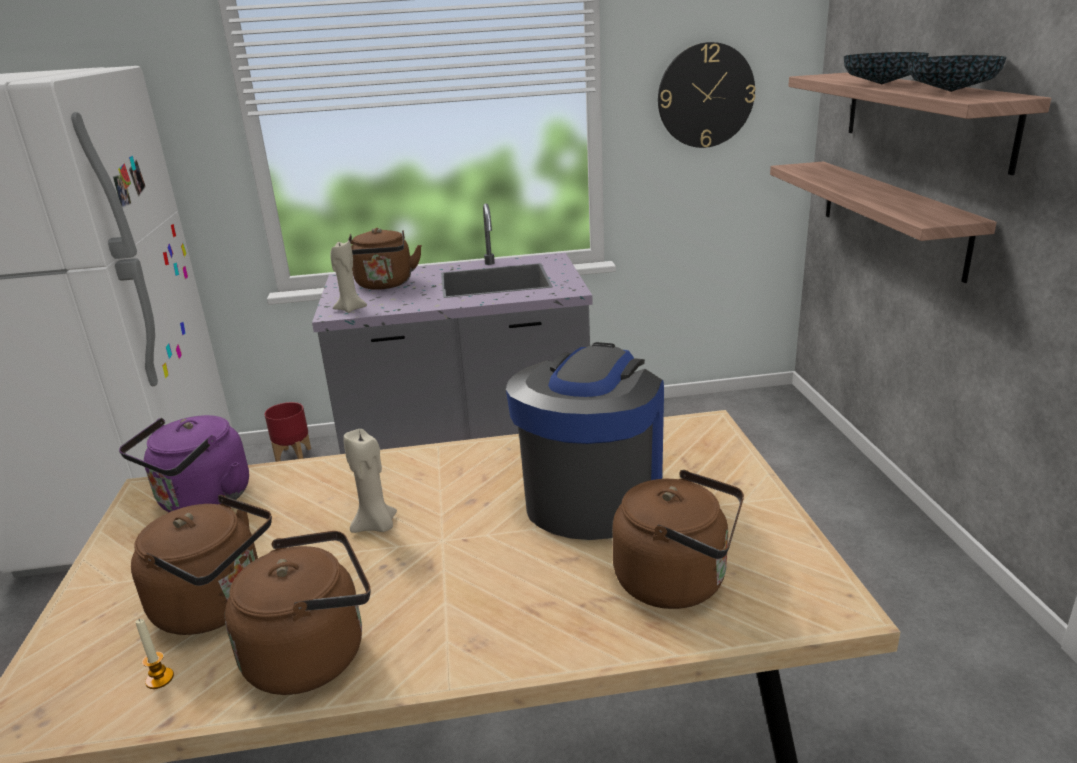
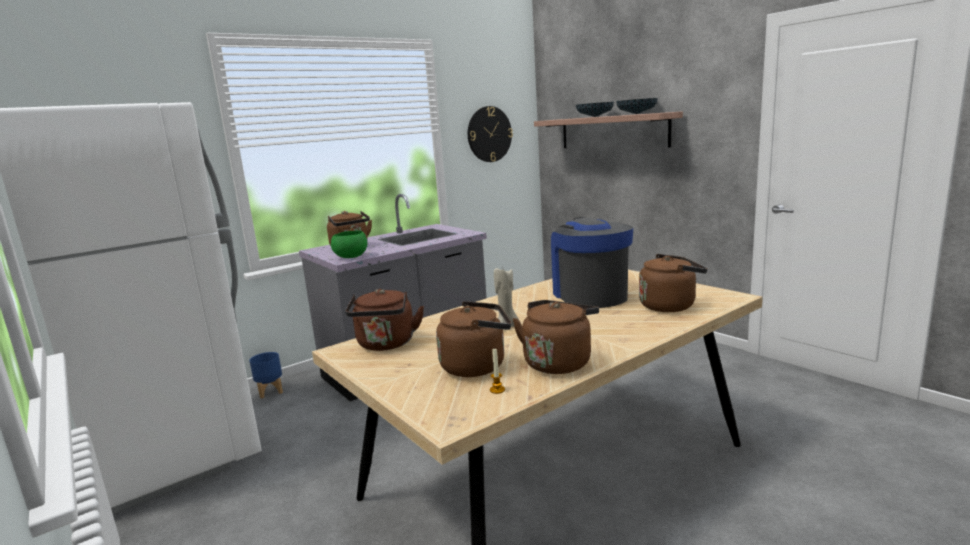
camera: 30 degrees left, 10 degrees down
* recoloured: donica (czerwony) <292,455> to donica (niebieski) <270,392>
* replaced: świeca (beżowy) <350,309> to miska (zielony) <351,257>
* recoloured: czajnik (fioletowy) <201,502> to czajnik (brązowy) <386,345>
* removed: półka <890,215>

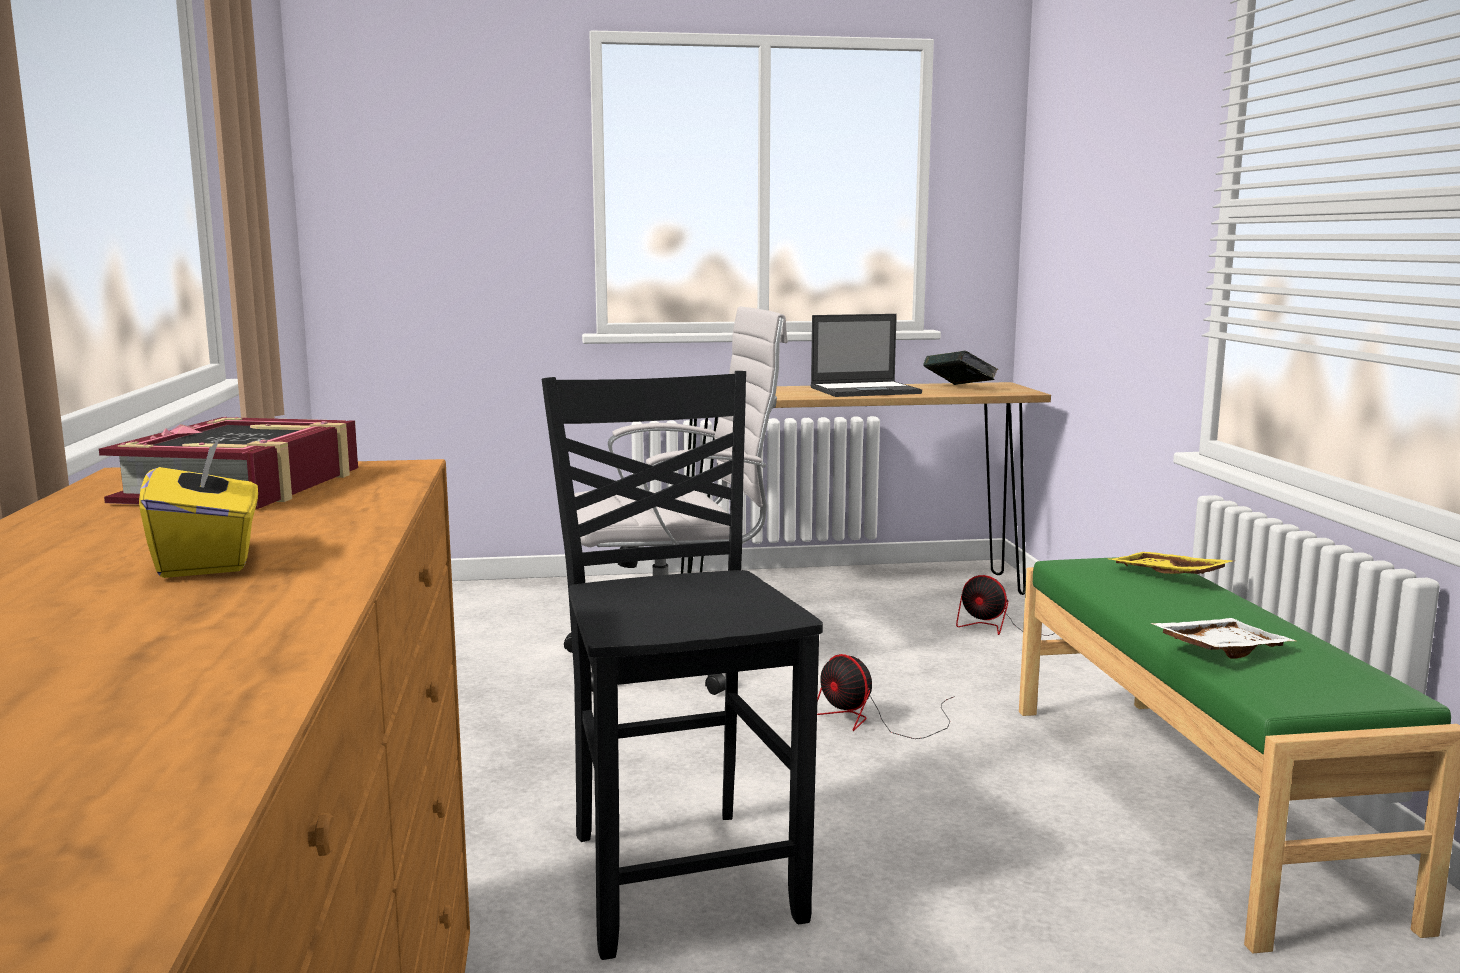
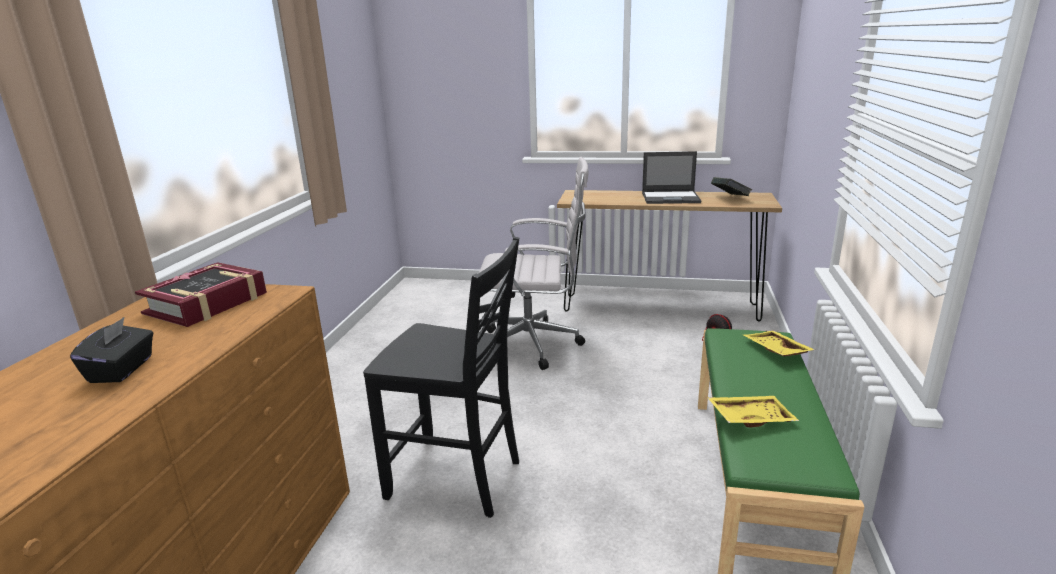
camera: 20 degrees right, 10 degrees up
* recoloured: pudełko chusteczek (żółty) <208,560> to pudełko chusteczek (czarny) <122,369>
* turned: krzesło (czarny) <680,875> = <457,479> 105 degrees clockwise
* recoloured: taca (biały) <1219,650> to taca (żółty) <750,418>
* removed: wentylator <875,720>

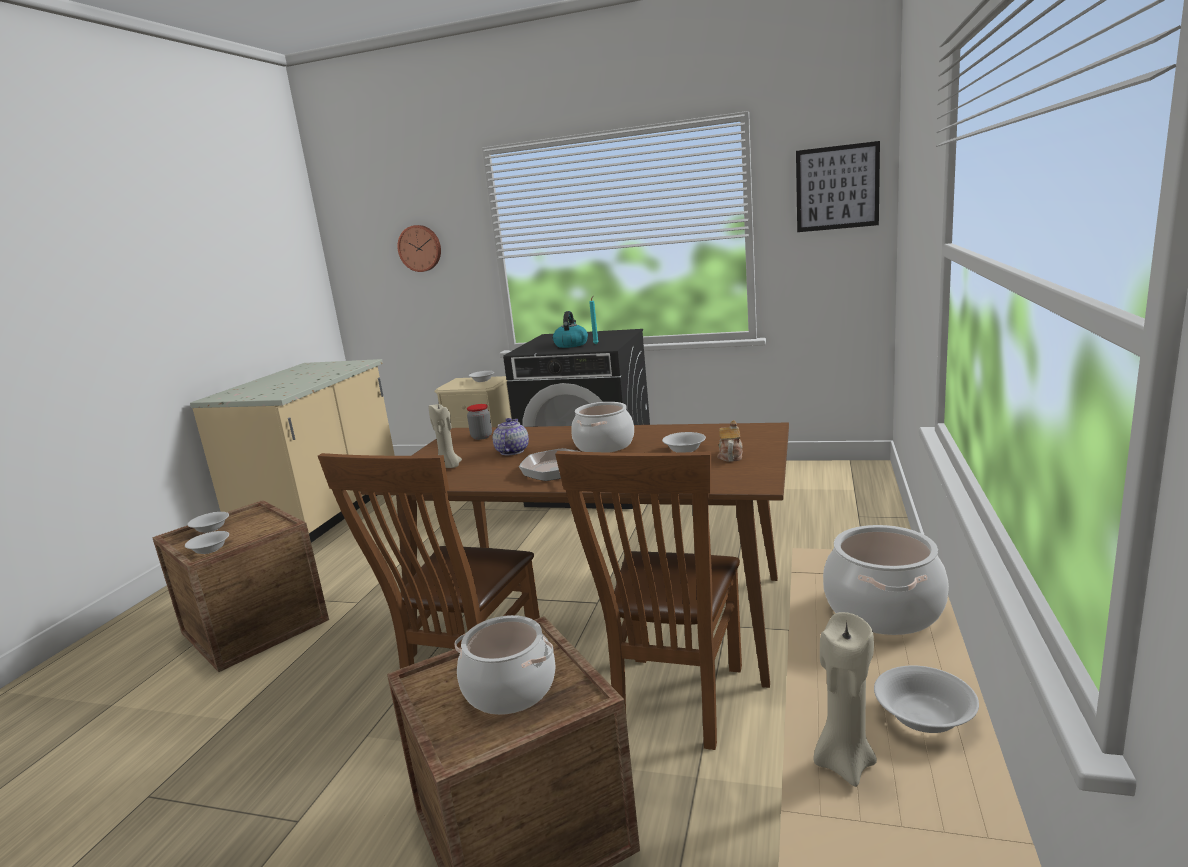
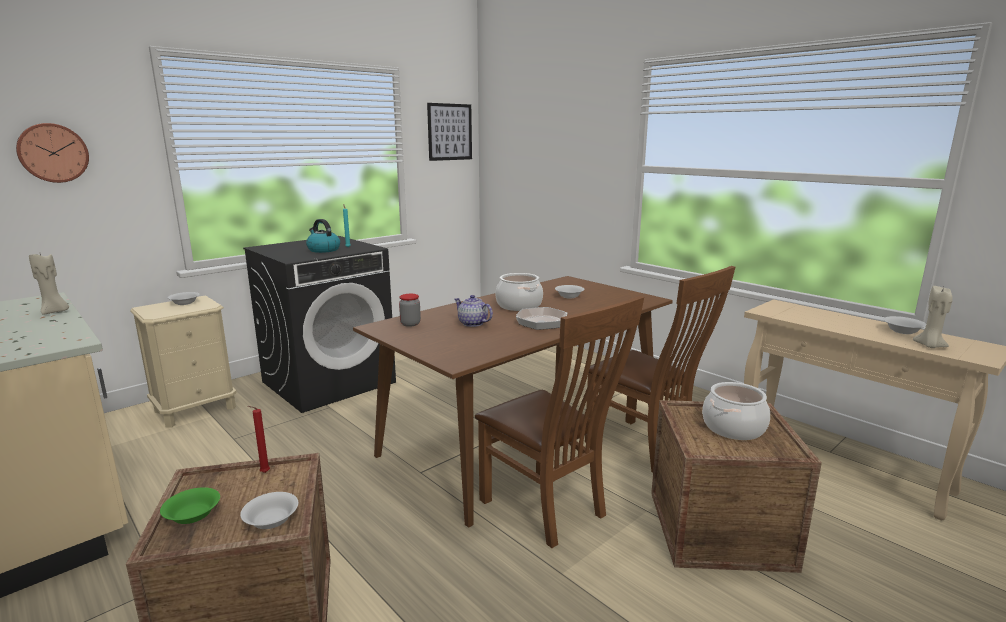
camera: 60 degrees left, 0 degrees up
* moved: świeca (beżowy) <449,467> to <55,312>
* recoloured: miska (biały) <211,528> to miska (zielony) <192,515>
* added: świeca (czerwony) <263,473>
* removed: imbryk <730,456>
* removed: garnek <884,610>

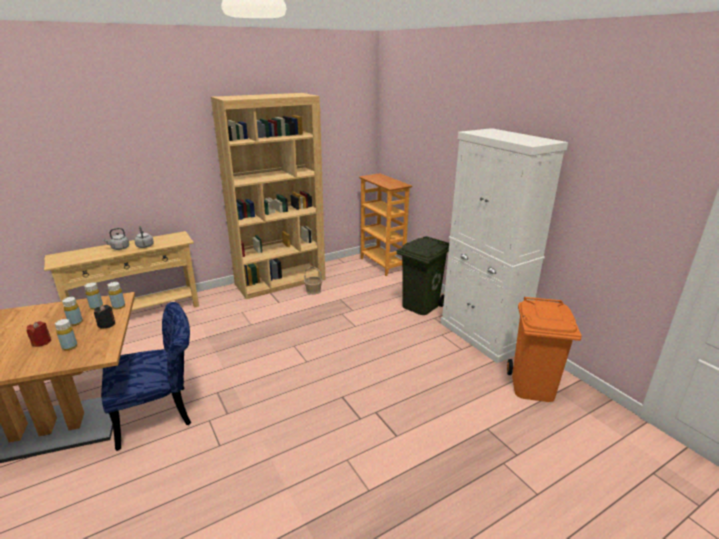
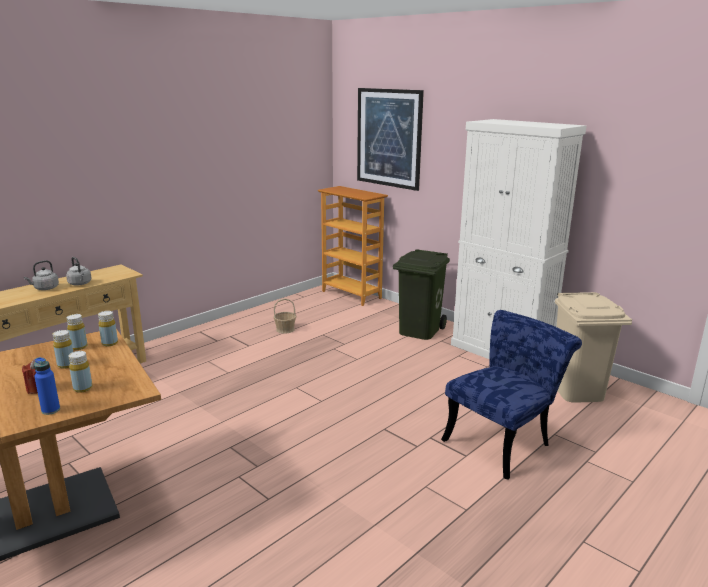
camera: 15 degrees left, 5 degrees down
* added: butelka (niebieski) <51,410>
* added: obraz <389,138>
* moved: krzesło (niebieski) <161,413> to <503,441>
* recoloured: kosz na śmieci (pomarańczowy) <531,386> to kosz na śmieci (beżowy) <576,390>
* removed: świeca (czarny) <107,324>
* removed: regał (brązowy) <281,282>

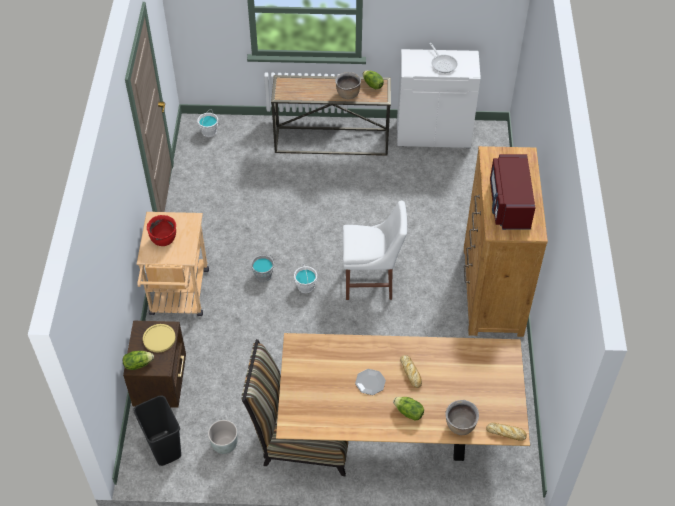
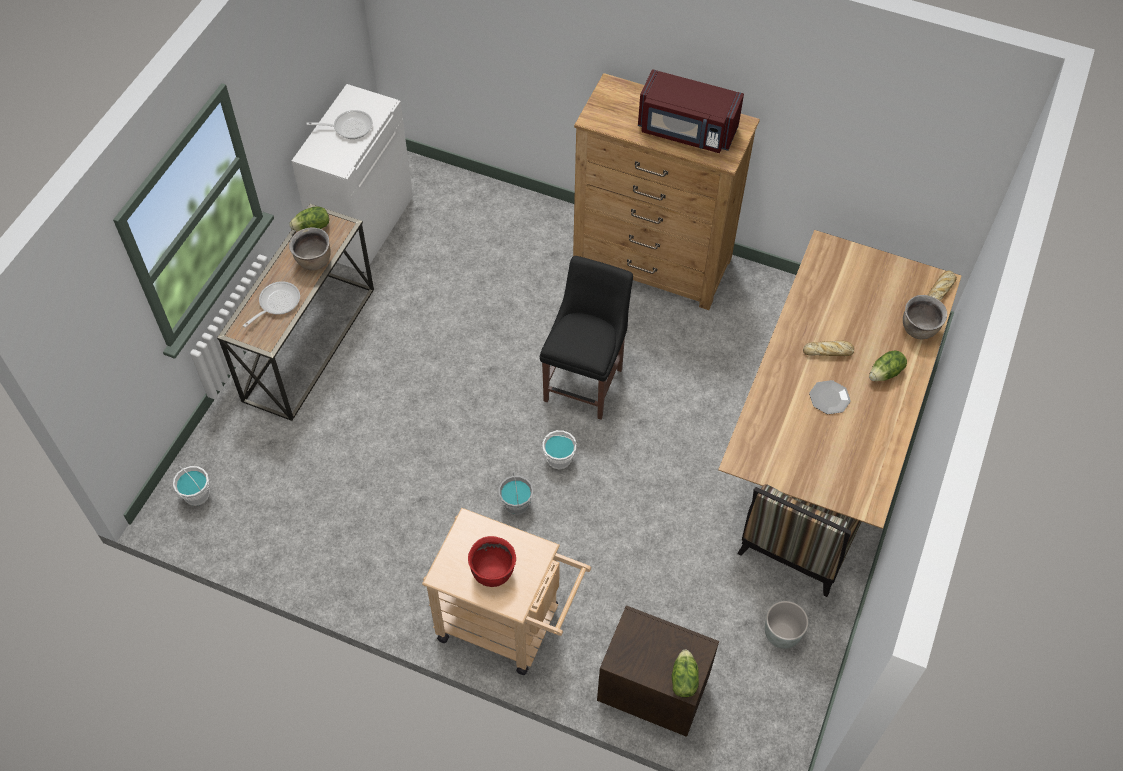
camera: 70 degrees left, 5 degrees up
* added: patelnia <276,303>
* recoloured: krzesło (biały) <372,282> to krzesło (czarny) <585,381>
* removed: kosz na śmieci (czarny) <163,448>
* removed: talerz (żółty) <159,338>

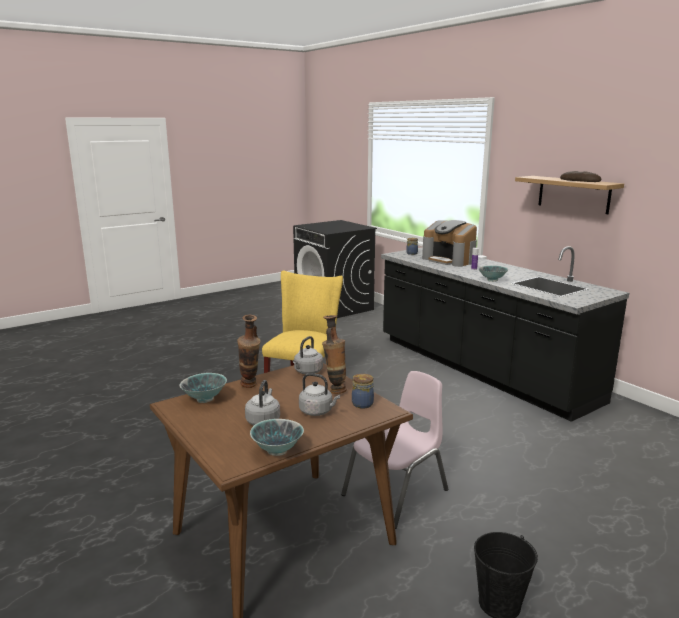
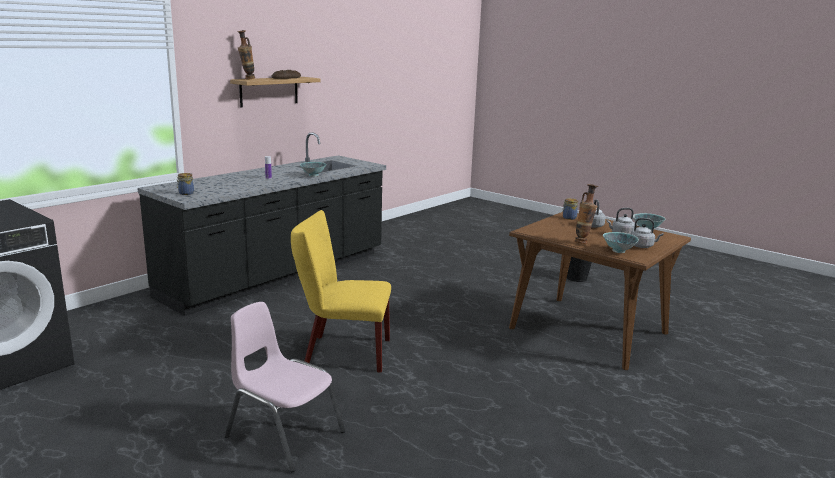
camera: 105 degrees left, 0 degrees up
* moved: krzesło (różowy) <396,493> to <284,434>
* moved: wazon <335,390> to <247,79>
* moved: czajnik (szary) <307,372> to <642,246>
* removed: ekspres do kawy <449,260>

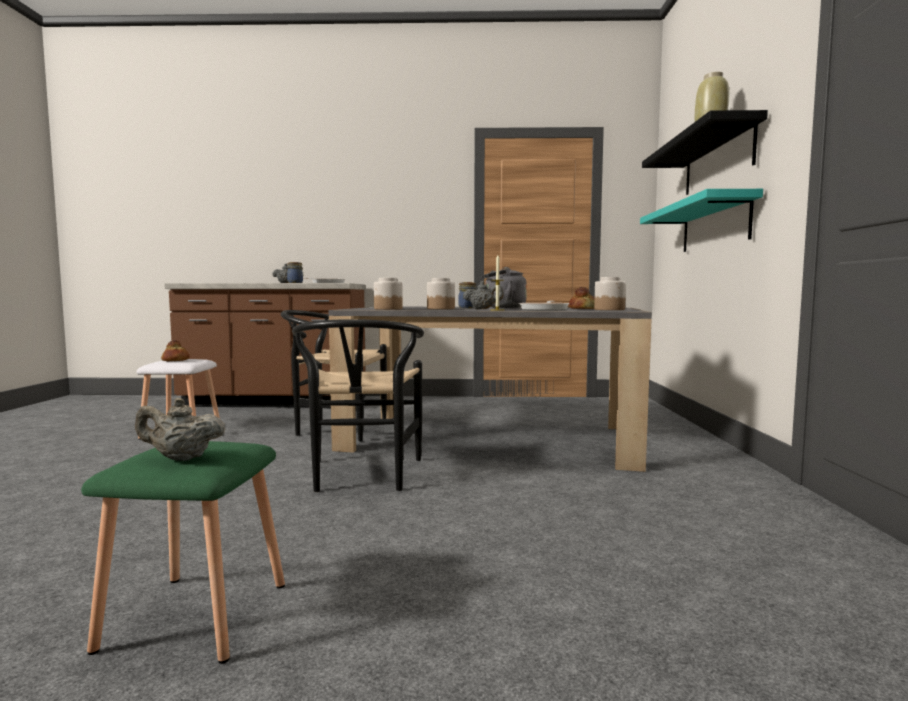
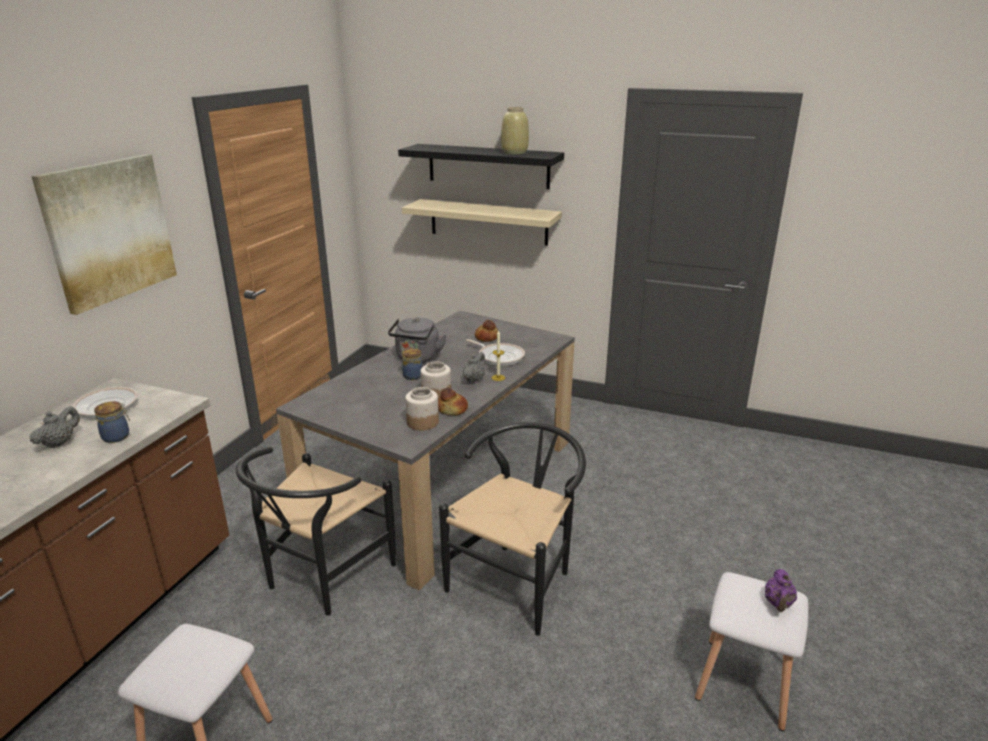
camera: 70 degrees left, 20 degrees up
* added: obraz <109,231>
* recoloured: półka (turkusowy) <714,225> to półka (beżowy) <488,222>
* moved: chleb <176,360> to <452,409>
* turned: krzesło (czarny) <362,477> = <518,579> 75 degrees counterclockwise
* recoloured: stołek (zielony) <193,616> to stołek (biały) <745,684>
* recoloured: imbryk (beżowy) <181,458> to imbryk (fioletowy) <778,604>
* removed: słoik <609,309>

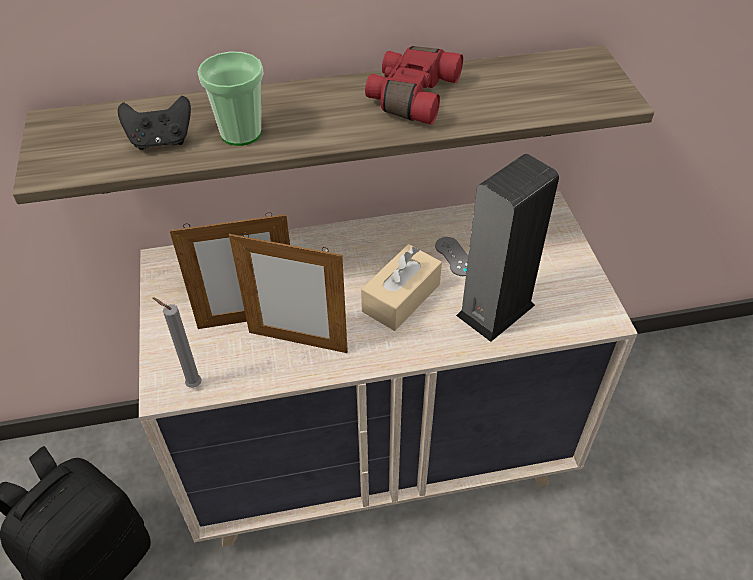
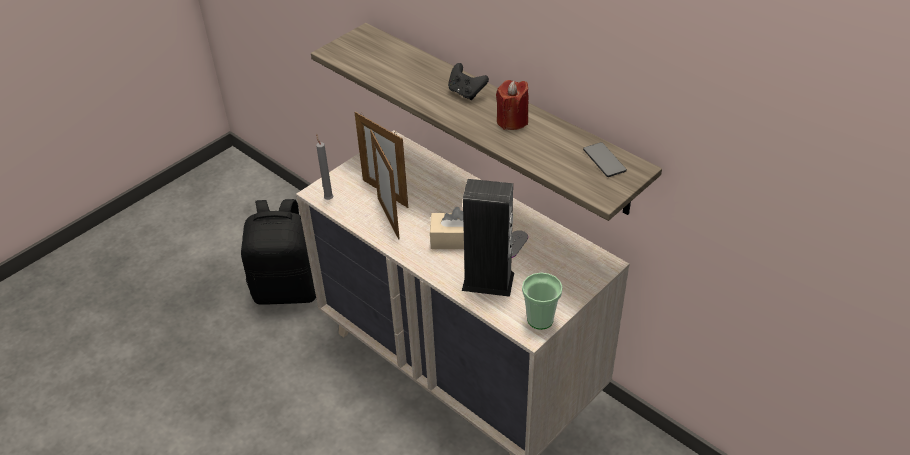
camera: 55 degrees right, 5 degrees down
* moved: pad do gier (czarny) <161,141> to <466,93>
* replaced: lornetka (czerwony) <410,96> to świeca (czerwony) <512,121>
* moved: filiżanka <241,133> to <540,319>
* added: telefon <604,160>

